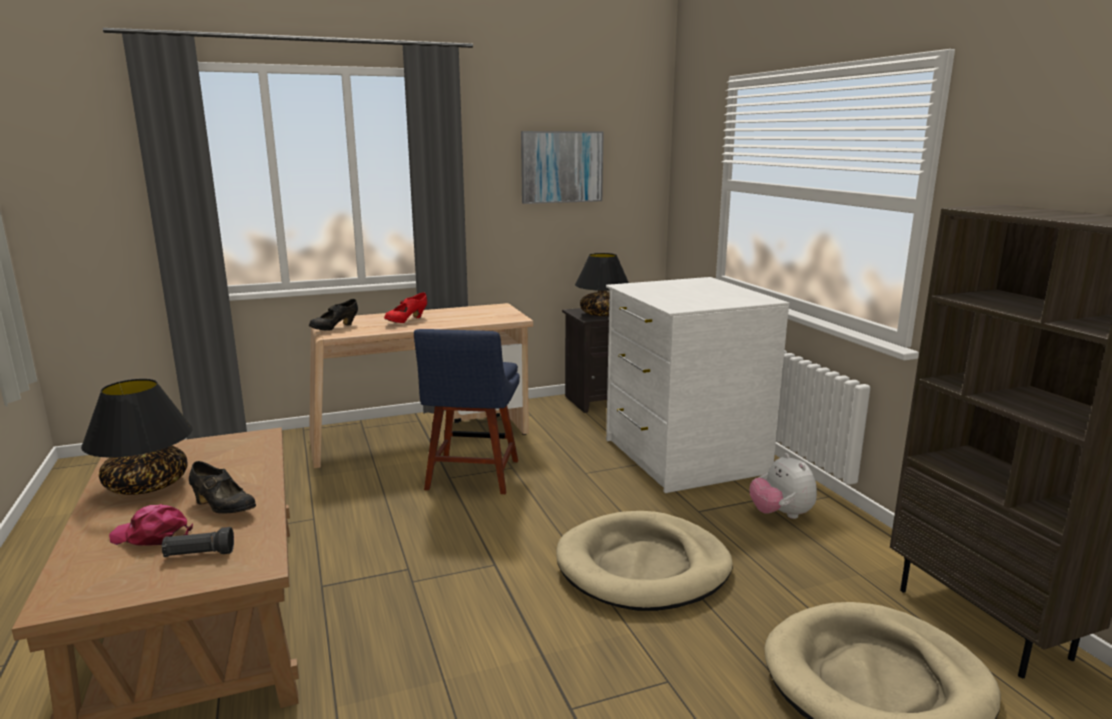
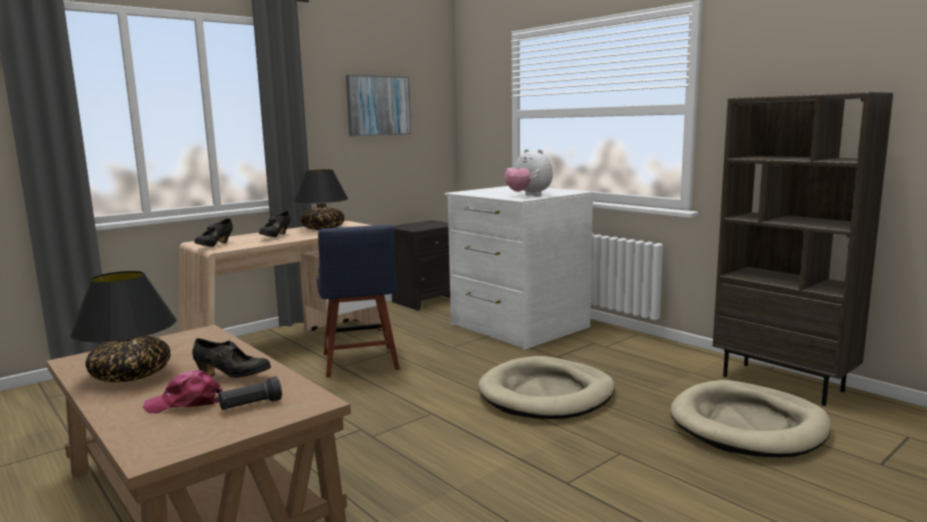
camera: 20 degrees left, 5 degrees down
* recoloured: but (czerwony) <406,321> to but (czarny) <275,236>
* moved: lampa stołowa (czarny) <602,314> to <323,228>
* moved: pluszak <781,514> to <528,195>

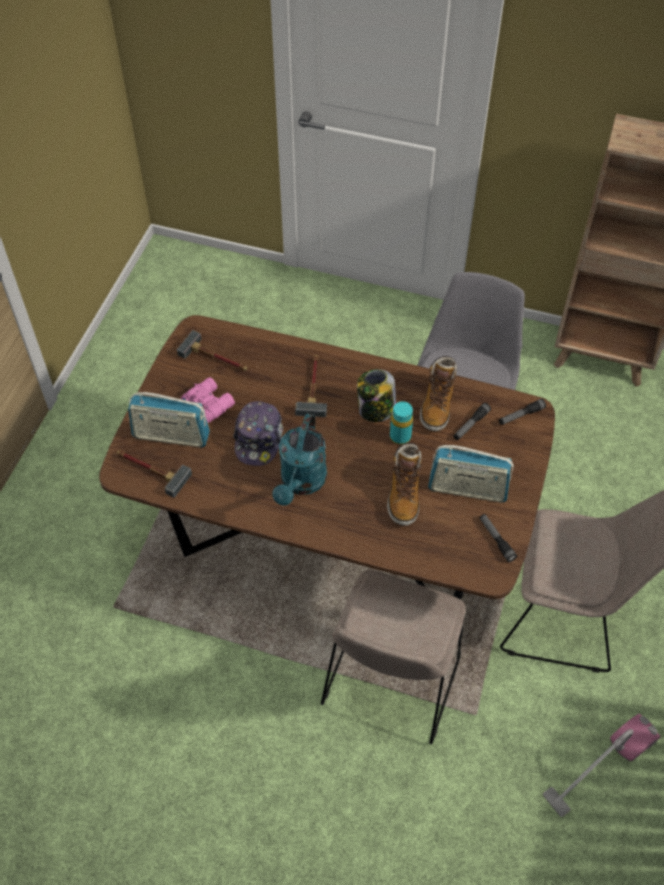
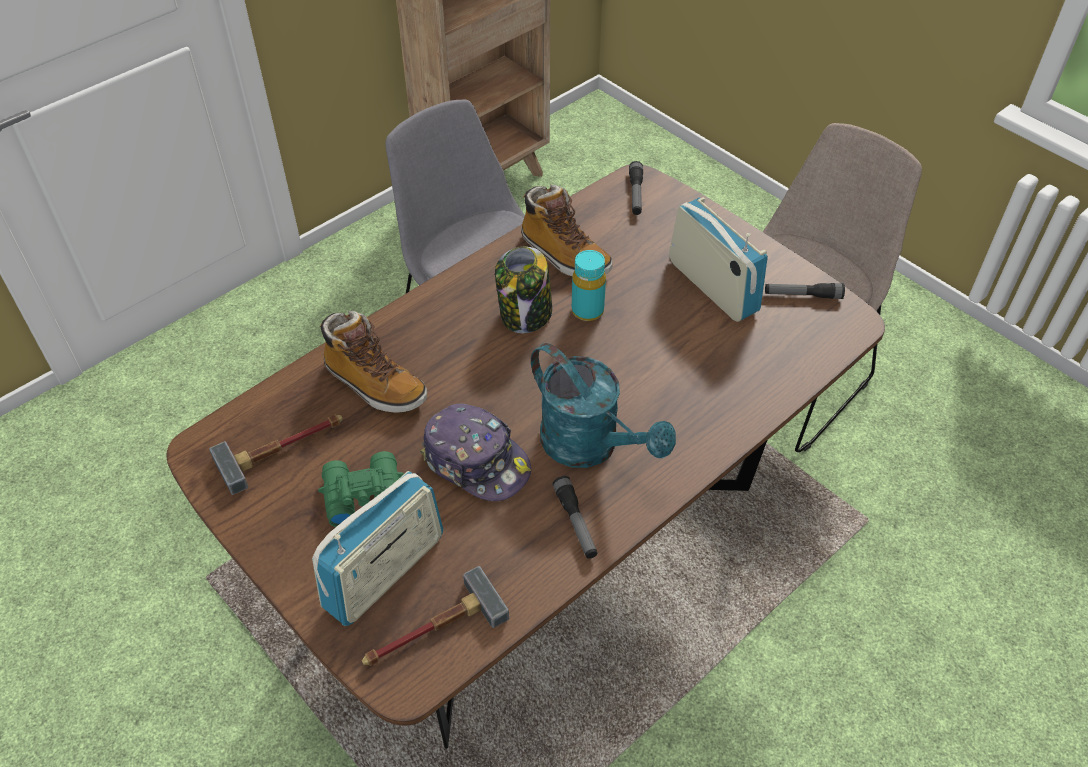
camera: 60 degrees left, 5 degrees down
* recoloured: lornetka (różowy) <208,403> to lornetka (zielony) <362,495>
* moved: but z cholewką <404,495> to <374,385>
* moved: latarka <471,425> to <575,522>
* turned: radio <467,489> = <712,286> 75 degrees counterclockwise
* removed: młotek <313,387>
* removed: krzesło (beżowy) <391,682>
* removed: odkurzacz <600,766>

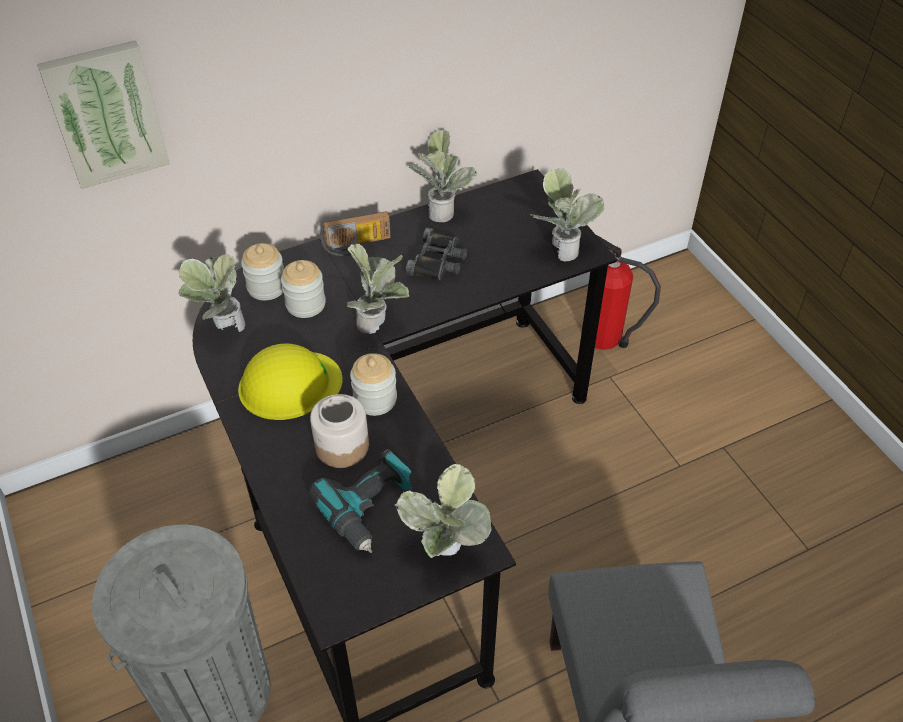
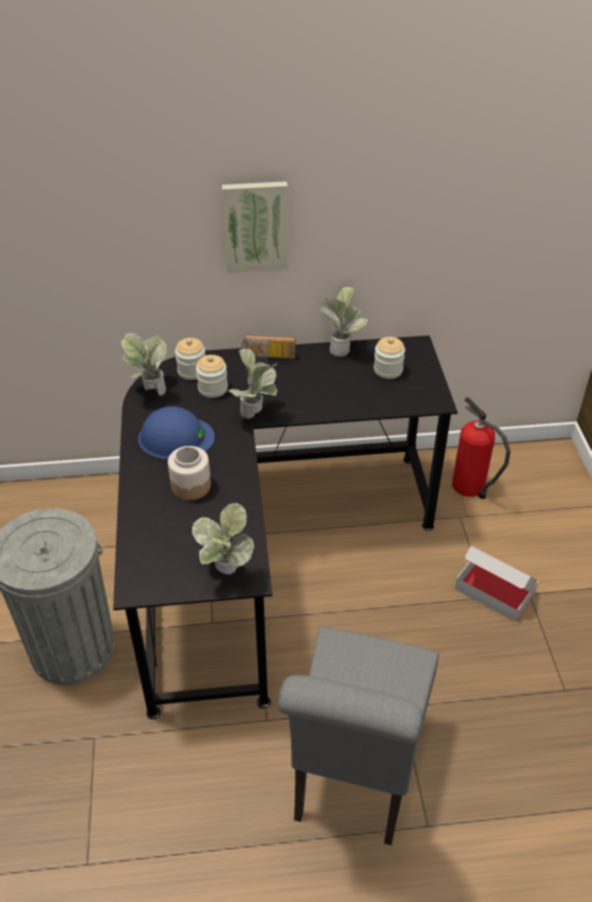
camera: 20 degrees right, 5 degrees down
* recoloured: kask (żółty) <289,384> to kask (niebieski) <175,437>
* moved: obraz <105,113> to <255,226>
* moved: słoik <375,399> to <388,370>
* added: karton <495,590>
* removed: wiertarka <369,508>
* removed: lornetka (czarny) <438,261>
* removed: roślina doniczkowa <561,248>

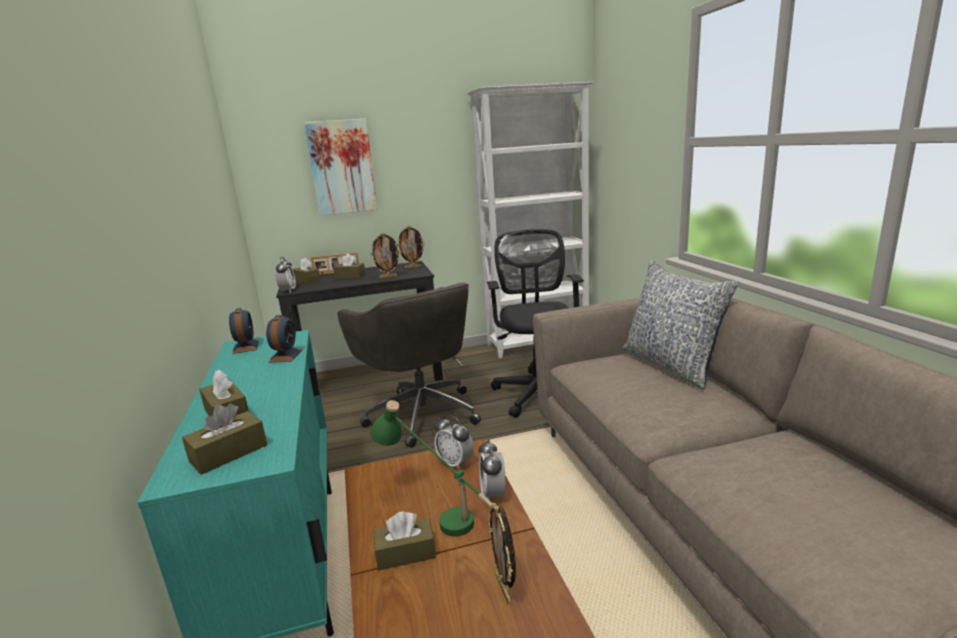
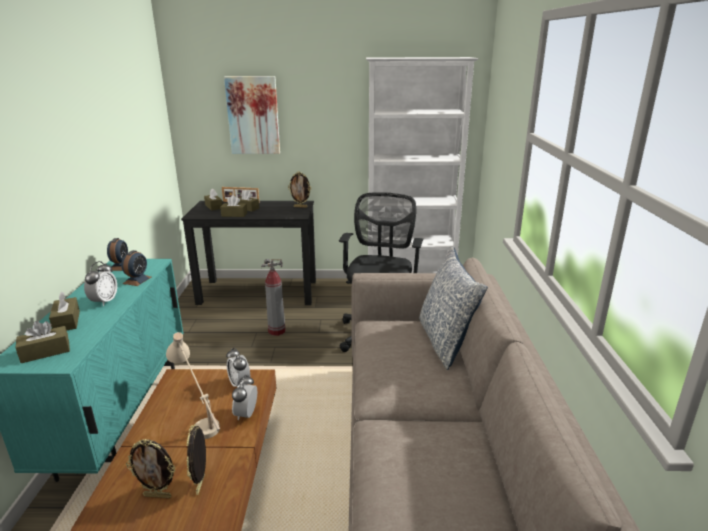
camera: 15 degrees right, 5 degrees up
* moved: budzik <288,291> to <104,301>
* moved: ramka na zdjęcie <388,277> to <158,495>
* recoloured: lampa stołowa (zielony) <437,514> to lampa stołowa (beżowy) <200,419>
* moved: pudełko chusteczek (brązowy) <405,553> to <234,214>
* replaced: krzesło biurowe (szary) <421,413> to gaśnica <276,331>

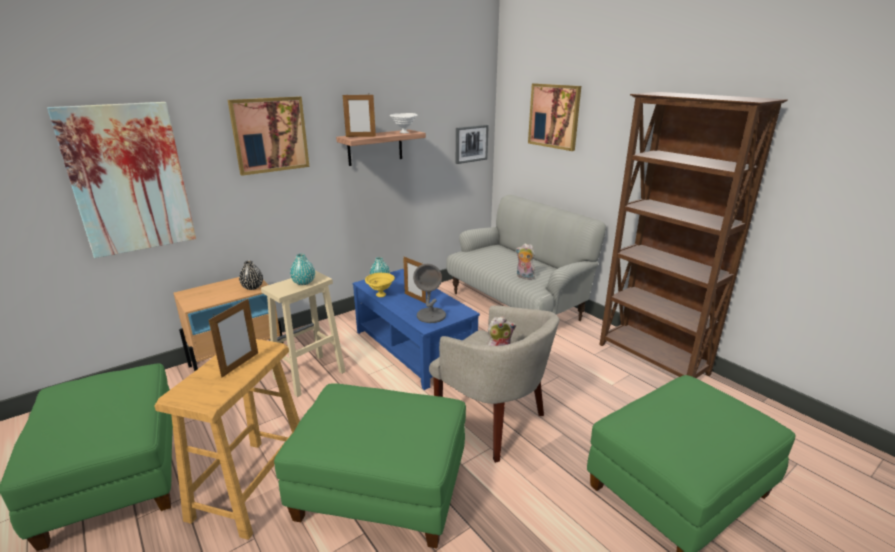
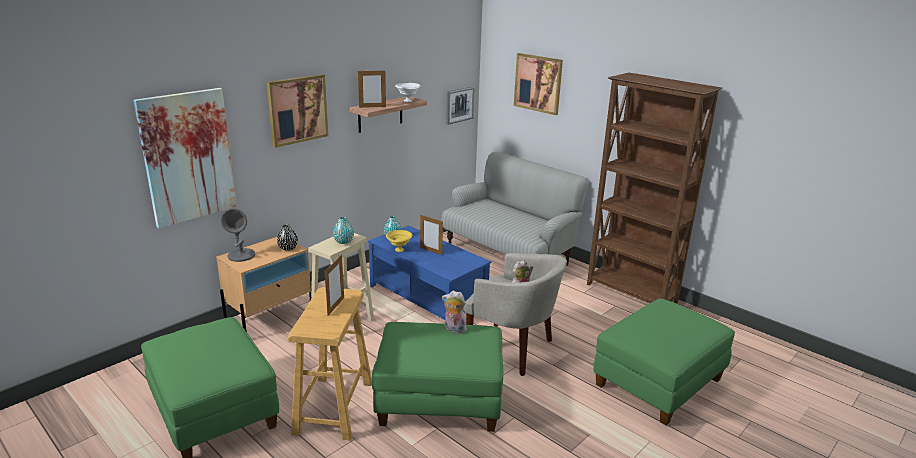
camera: 10 degrees left, 0 degrees up
* moved: lampa stołowa (szary) <431,316> to <241,255>
* moved: pluszak <524,277> to <454,329>

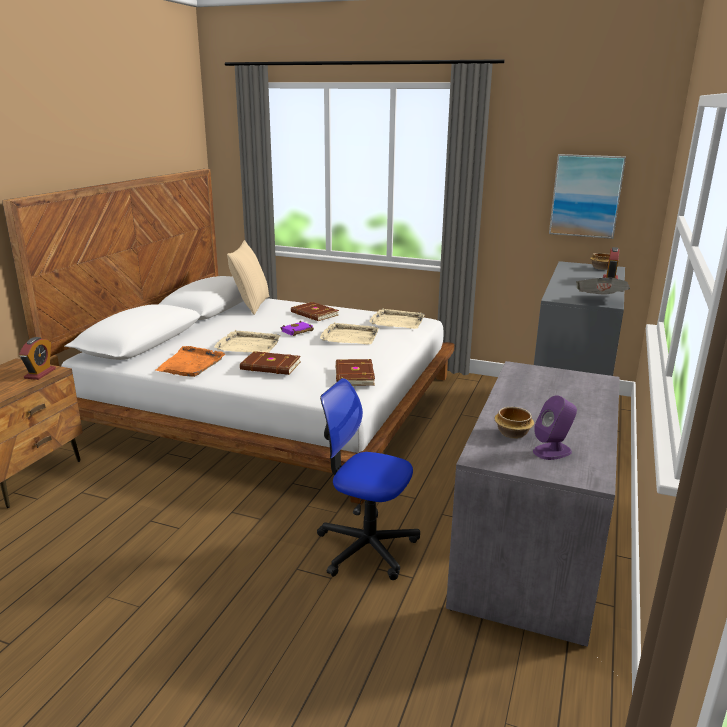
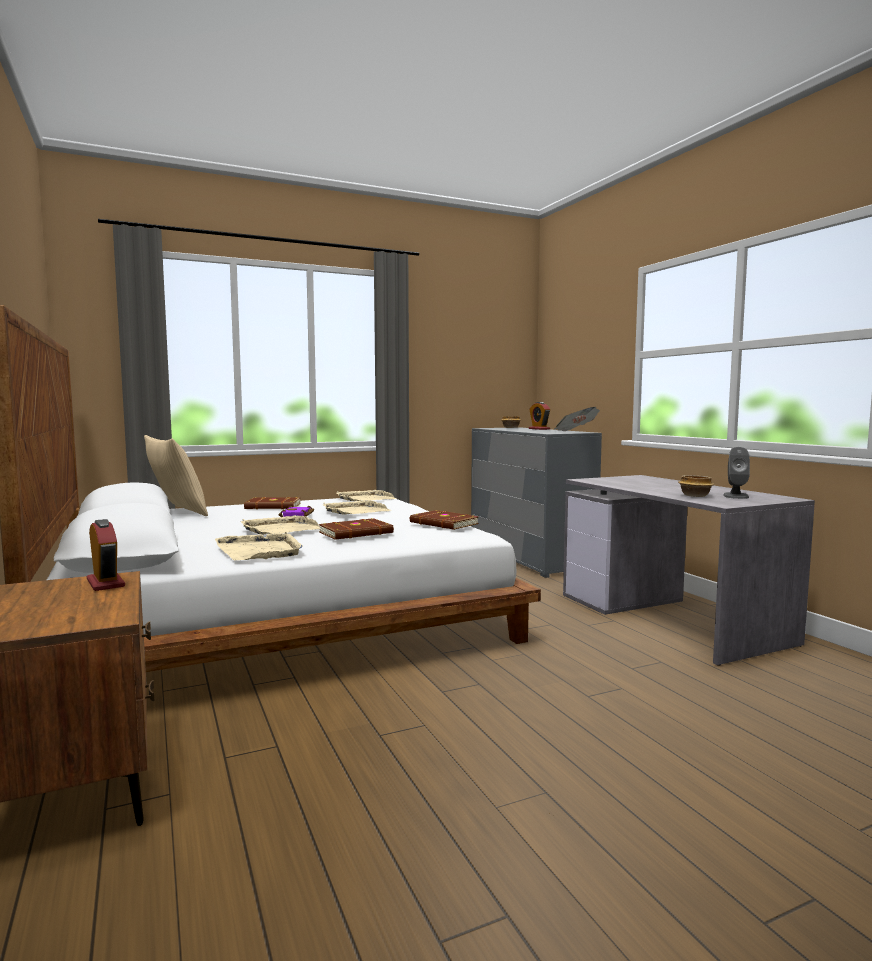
camera: 45 degrees left, 15 degrees down
* recoloured: taca (pomarańczowy) <191,364> to taca (beżowy) <260,550>
* recoloured: głośnik (fioletowy) <552,451> to głośnik (szary) <735,496>
* removed: krzesło biurowe <366,547>
* removed: obraz <586,196>

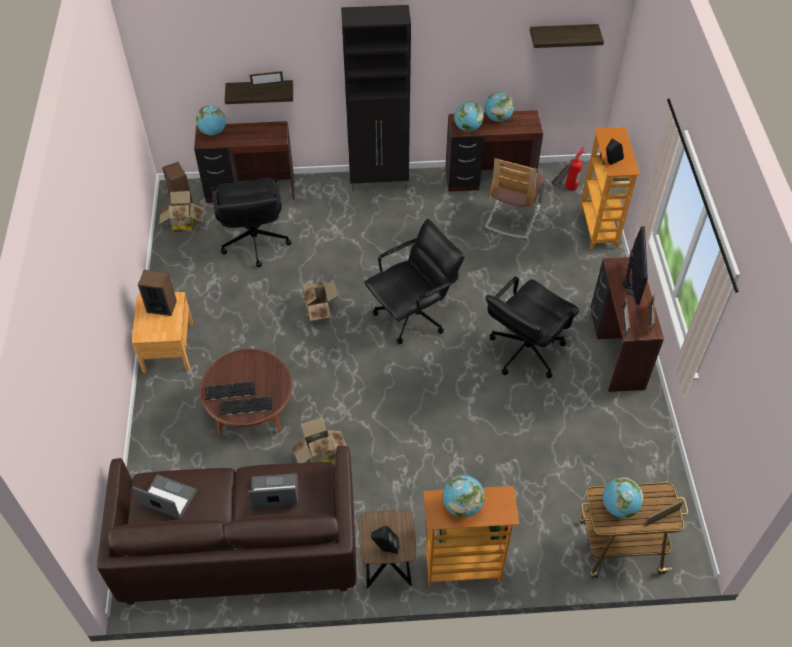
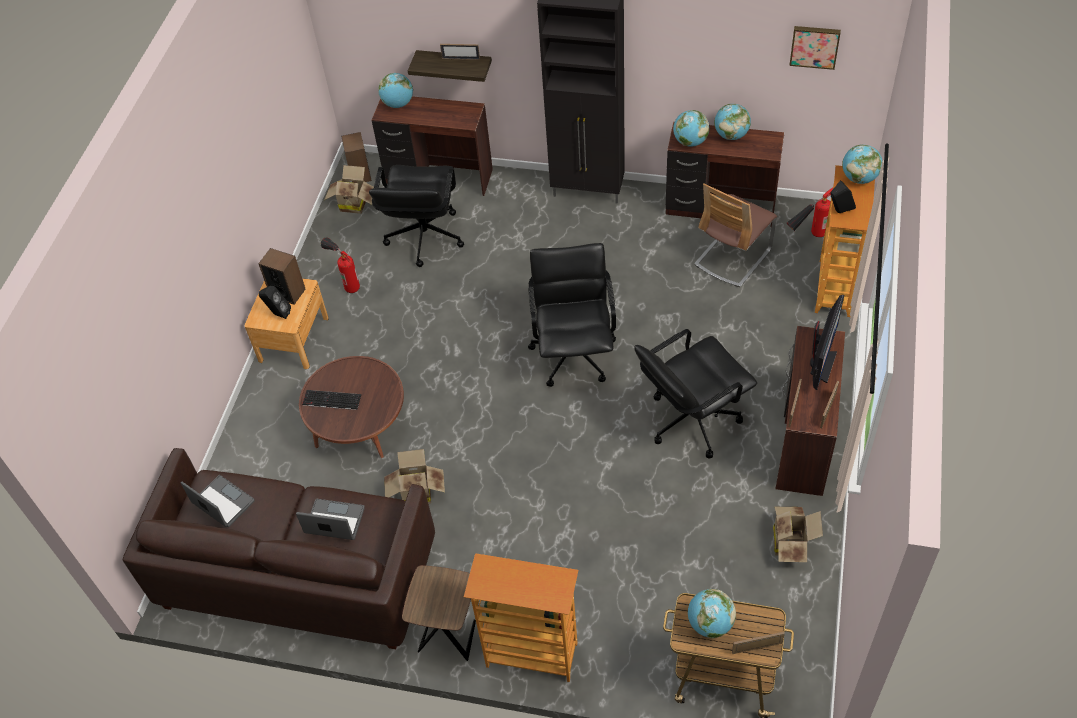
camera: 20 degrees right, 0 degrees up
* moved: głośnik (czarny) <385,549> to <278,314>
* added: gaśnica <344,279>
* turned: krzesło biurowe (czarny) <413,315> = <574,354> 75 degrees counterclockwise
* moved: karton <319,309> to <791,542>
* replaced: półka <562,35> to obraz <814,46>
* moved: globus <462,505> to <859,178>
* removed: klawiatura <246,406>

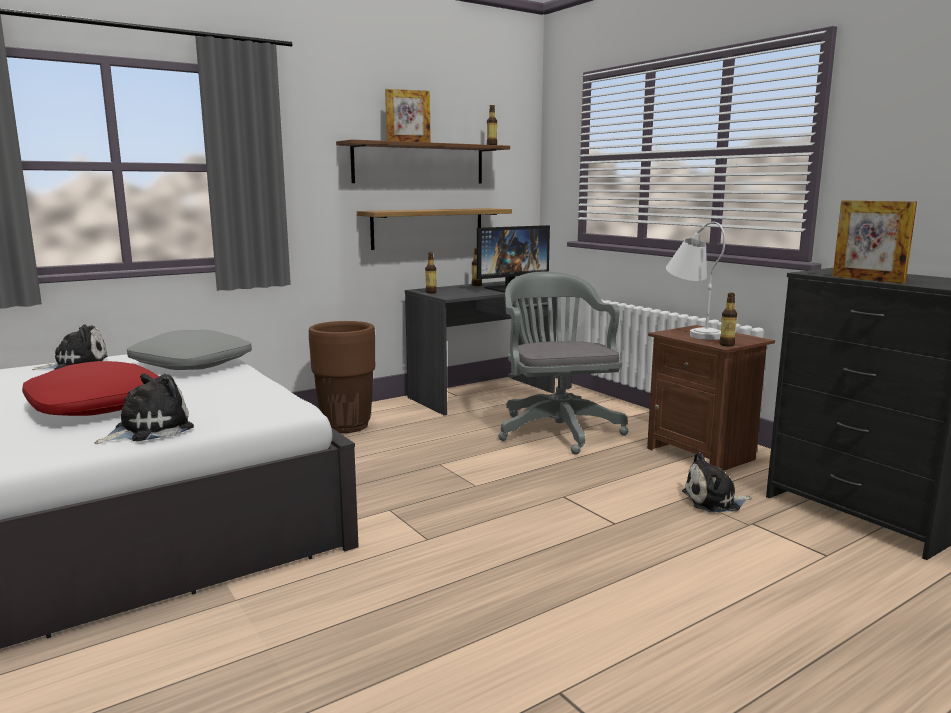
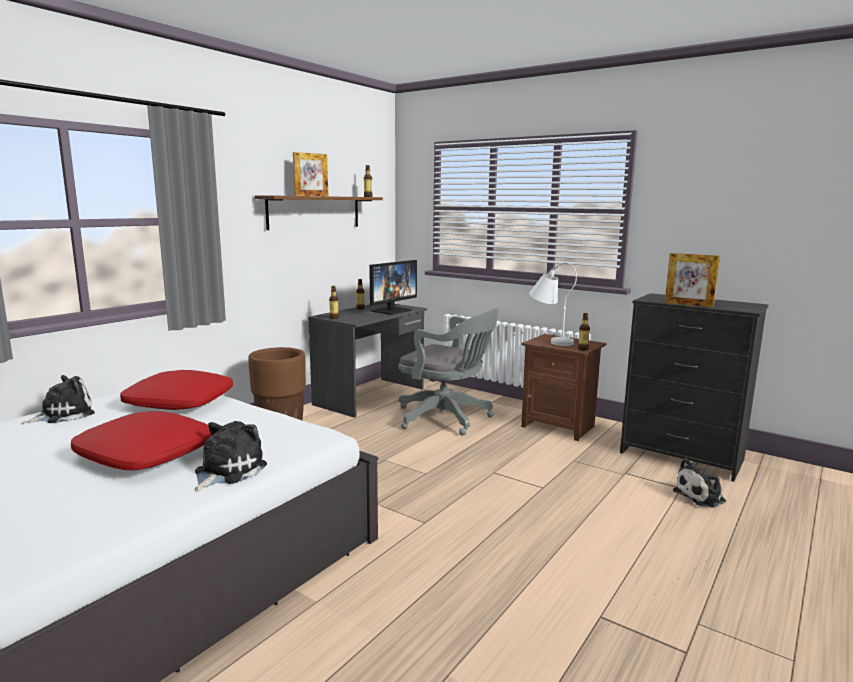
camera: 20 degrees left, 0 degrees up
* recoloured: poduszka (szary) <191,364> to poduszka (czerwony) <179,402>
* turned: krzesło biurowe (szary) <556,428> = <447,418> 150 degrees clockwise
* moved: pluszak <714,501> to <702,496>
* removed: półka <428,228>

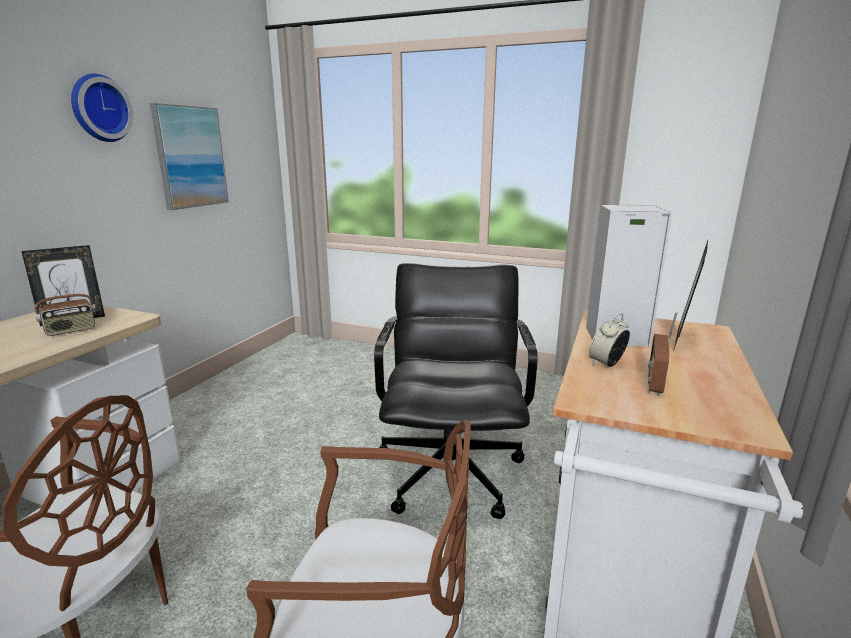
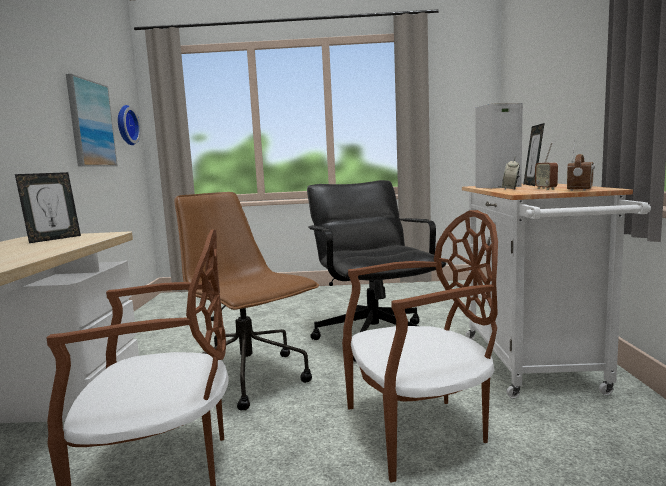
camera: 20 degrees left, 10 degrees down
* moved: zegar ścienny <99,108> to <125,125>
* added: krzesło biurowe (brązowy) <249,379>
* moved: radio <71,331> to <580,189>

